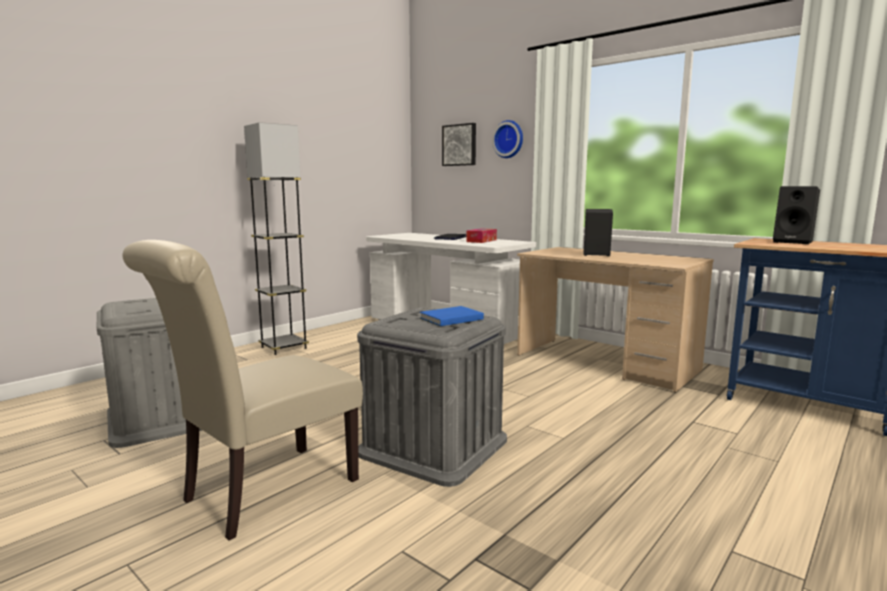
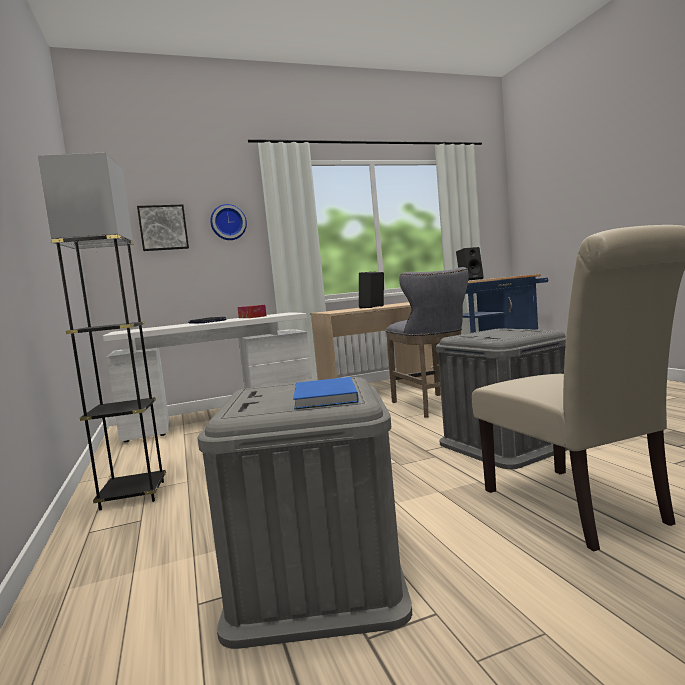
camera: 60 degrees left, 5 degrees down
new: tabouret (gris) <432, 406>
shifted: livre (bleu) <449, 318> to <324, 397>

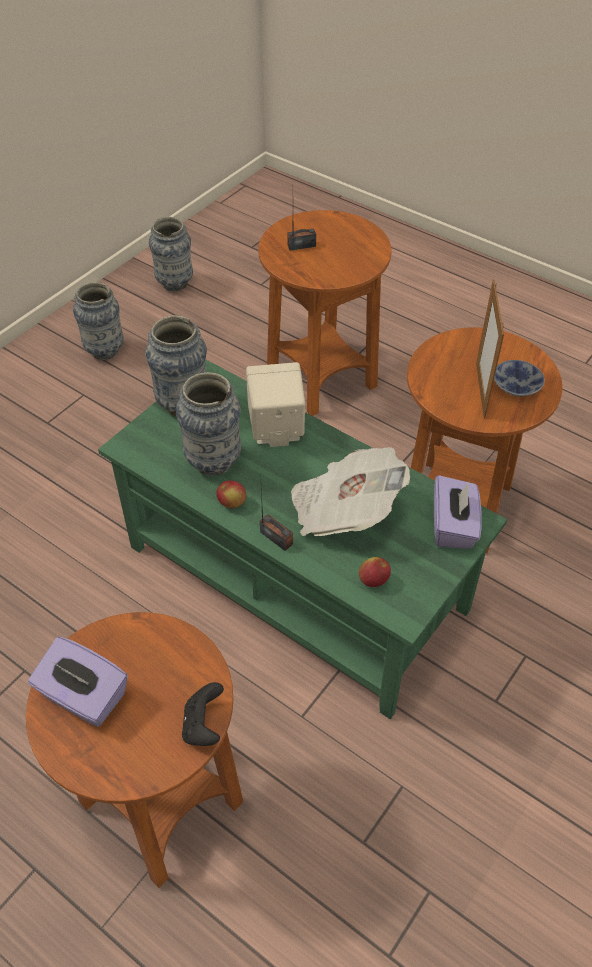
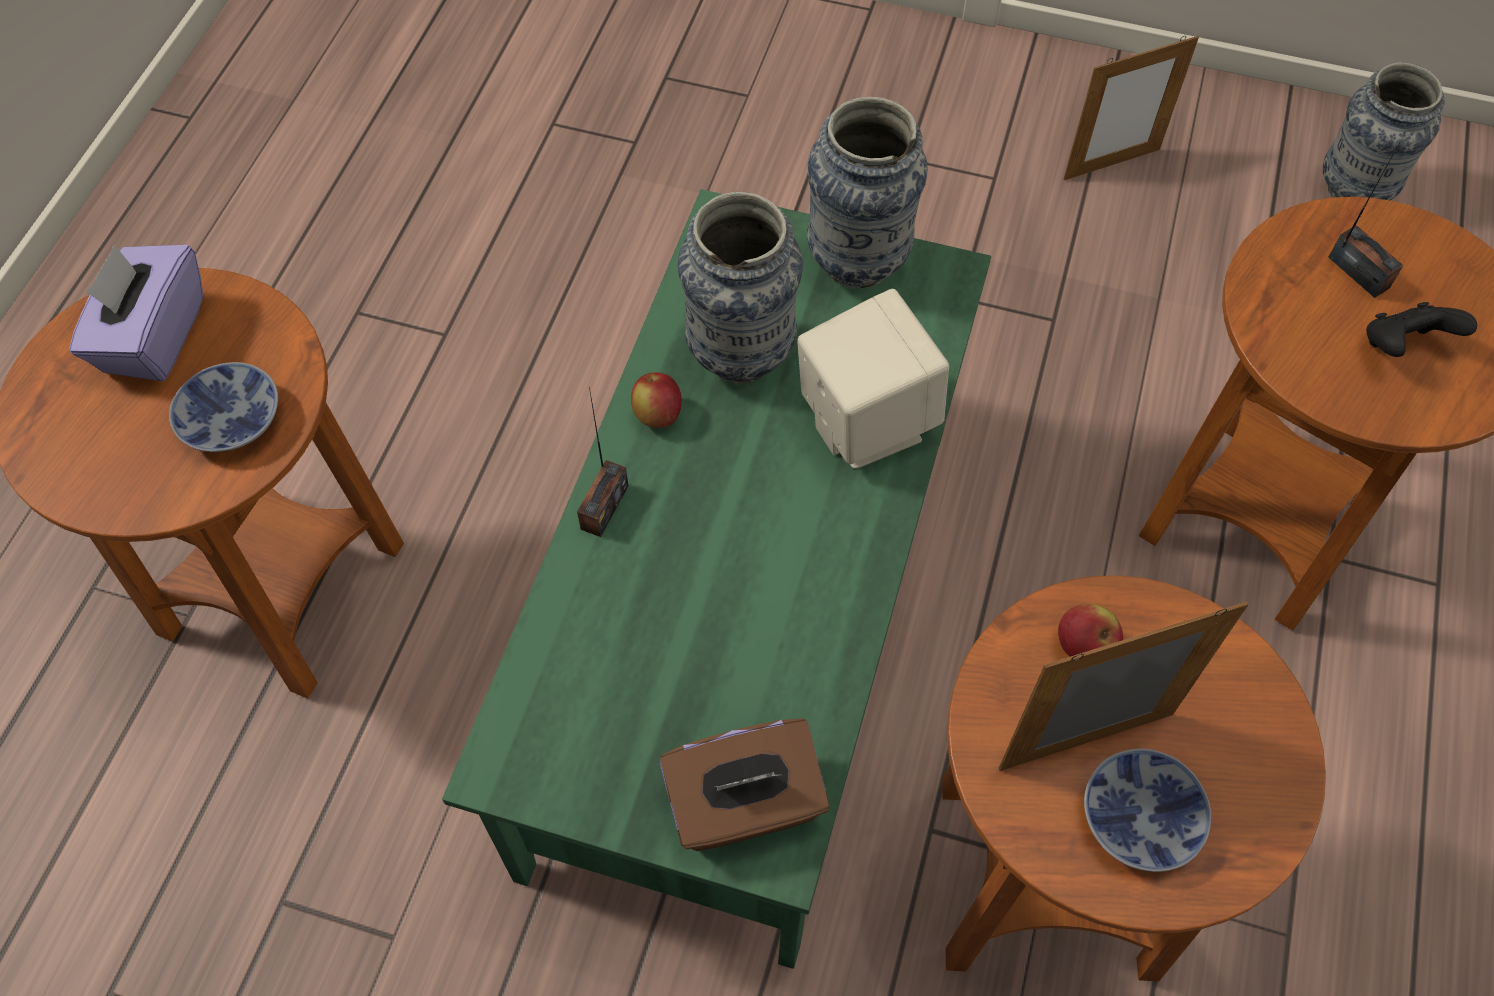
camera: 70 degrees right, 10 degrees up
gone: journal <344, 510>
new: bol <235, 418>
shifted: pomme <373, 580> to <1084, 648>; manette (noir) <203, 725> to <1402, 347>
swapped: vase <105, 351> to cadre photo <1111, 164>
repainted: boîte à mouchoirs (violet) <453, 526> to boîte à mouchoirs (marron) <745, 805>

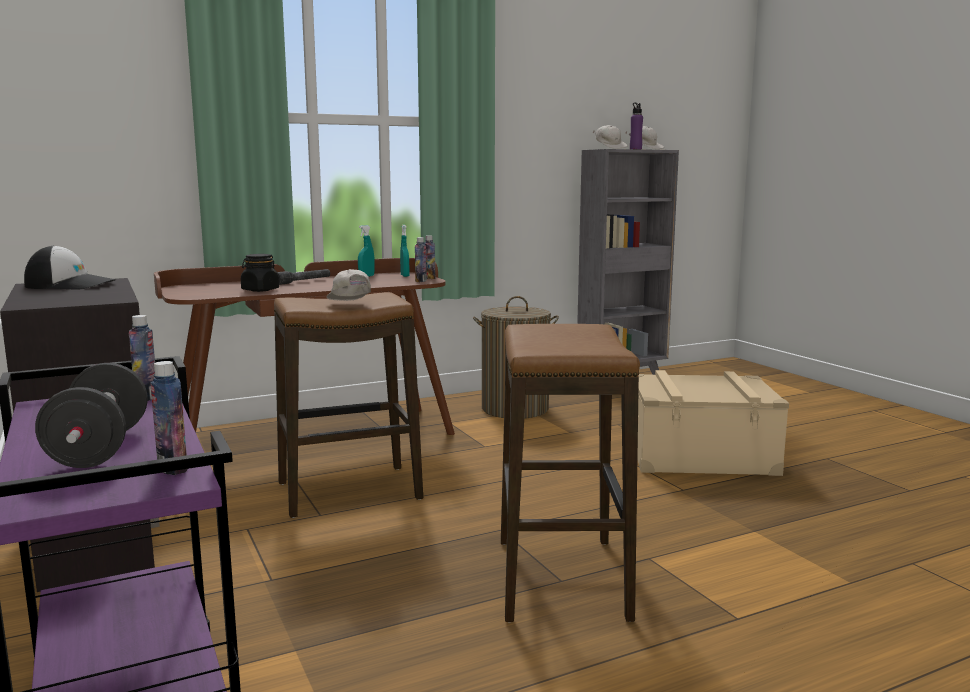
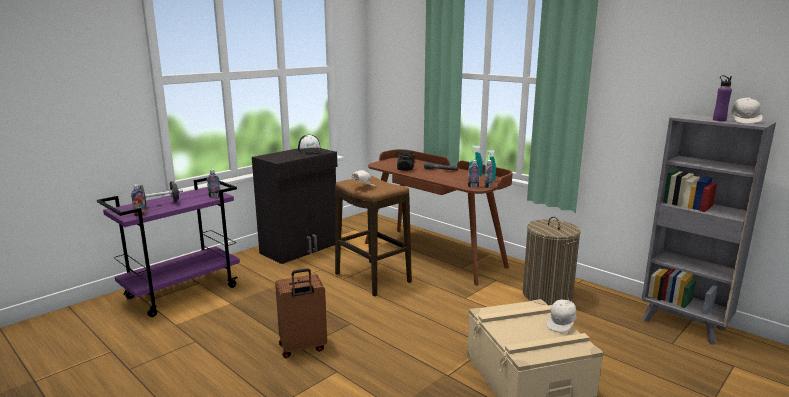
camera: 70 degrees right, 5 degrees up
shifted: casquette (blanc) <609, 149> to <561, 324>
swapped: tabouret <561, 579> to valise (marron) <302, 348>

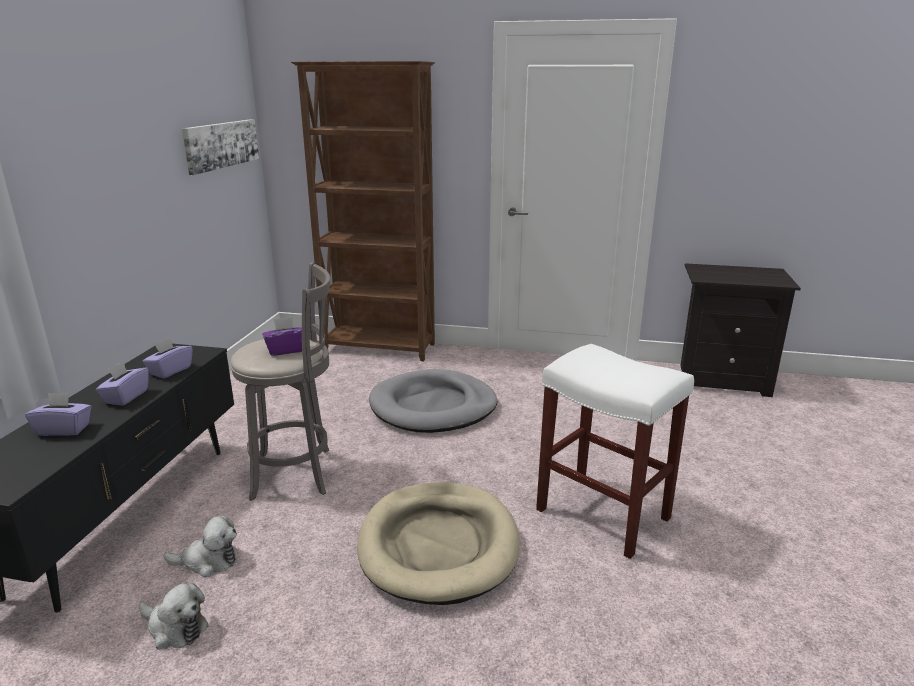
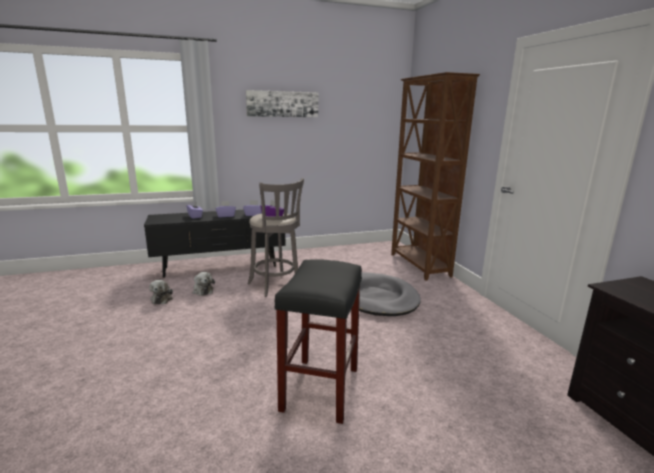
camera: 60 degrees right, 5 degrees down
gone: panier pour chien (beige) <438, 545>
shifted: tableau <221, 145> to <282, 104>
repainted: tabouret (blanc) <604, 514> to tabouret (noir) <320, 389>

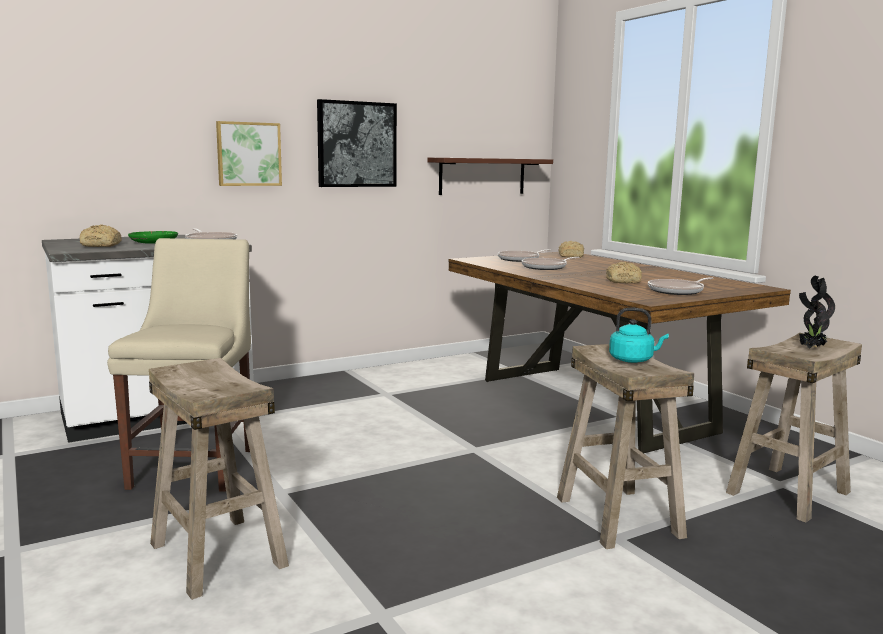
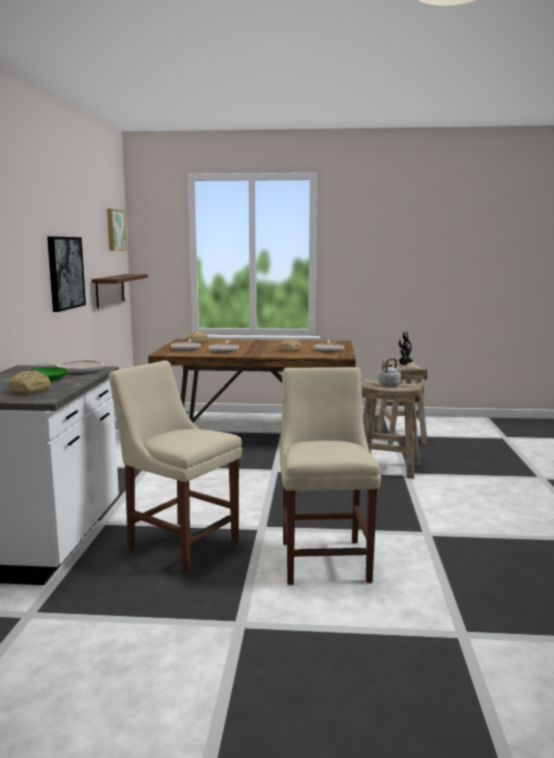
camera: 55 degrees left, 0 degrees up
shifted: tableau <248, 154> to <114, 230>
swapped: tabouret (beige) <219, 554> to chaise (beige) <324, 558>
repainted: bouilloire (turquoise) <633, 360> to bouilloire (gris) <390, 385>

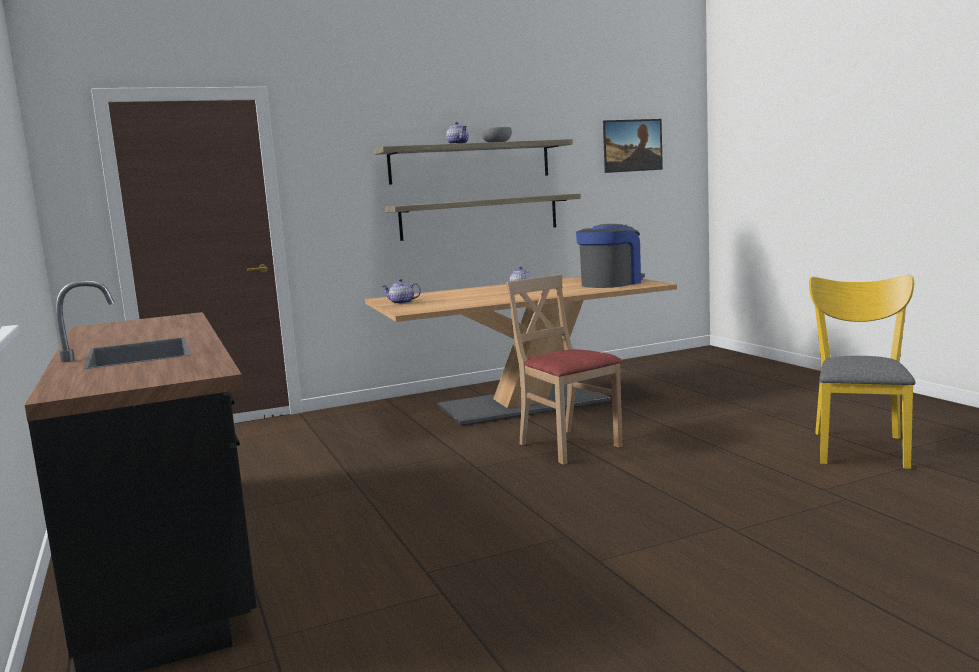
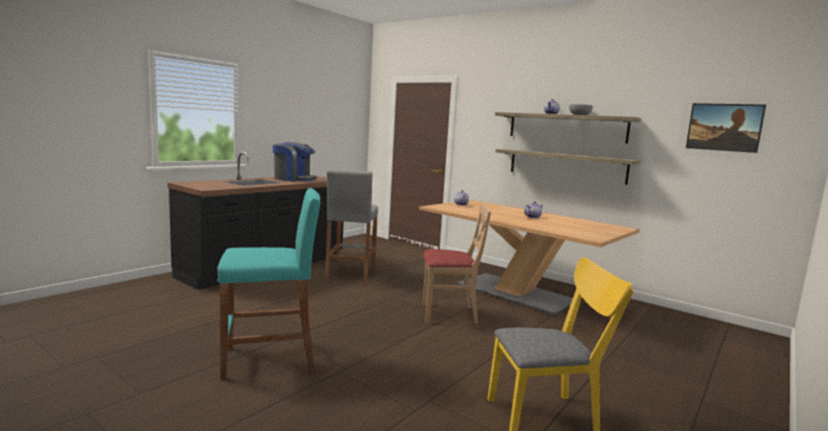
camera: 60 degrees right, 0 degrees up
new: tabouret (turquoise) <270, 359>; tabouret (gris) <350, 275>
shifted: machine à café <611, 283> to <293, 179>
rotated: chaise (beige) <568, 445> = <449, 314> 60 degrees clockwise

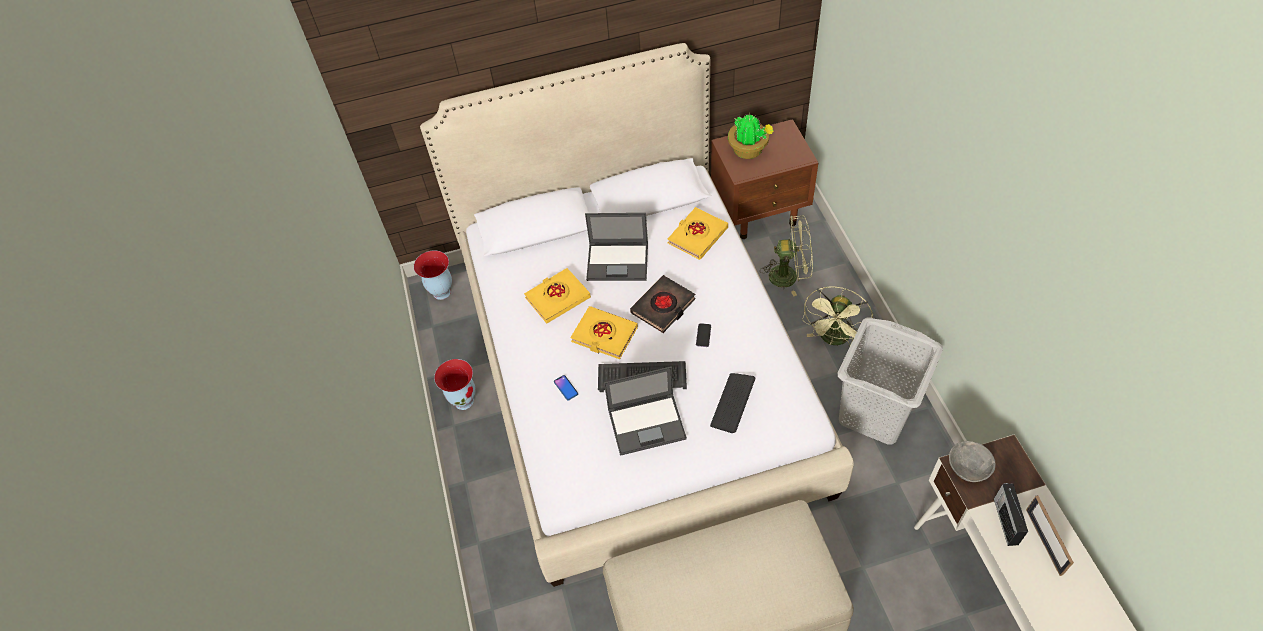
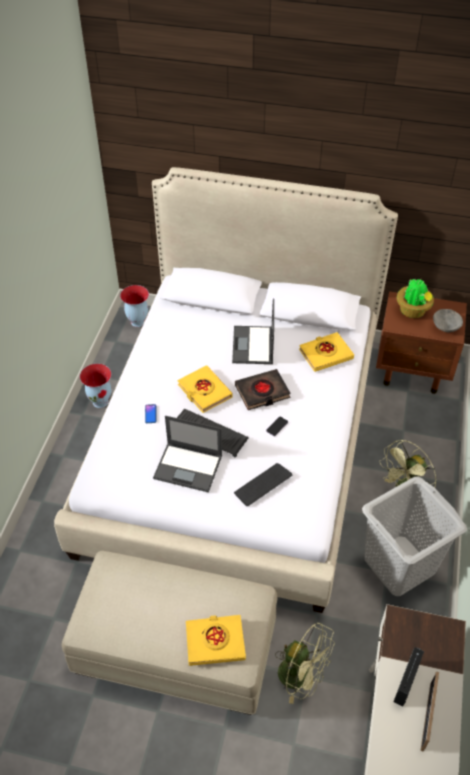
camera: 25 degrees right, 5 degrees down
shifted: livre (jaune) <557, 298> to <215, 641>; ventilateur (vert) <789, 275> to <301, 676>; bol (gris) <967, 467> to <445, 326>
rotated: ordinateur portable <618, 261> = <253, 346> 60 degrees clockwise

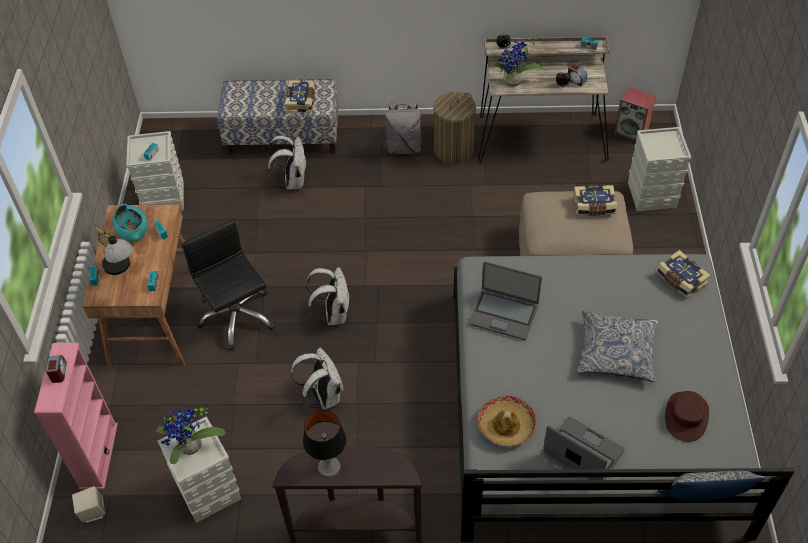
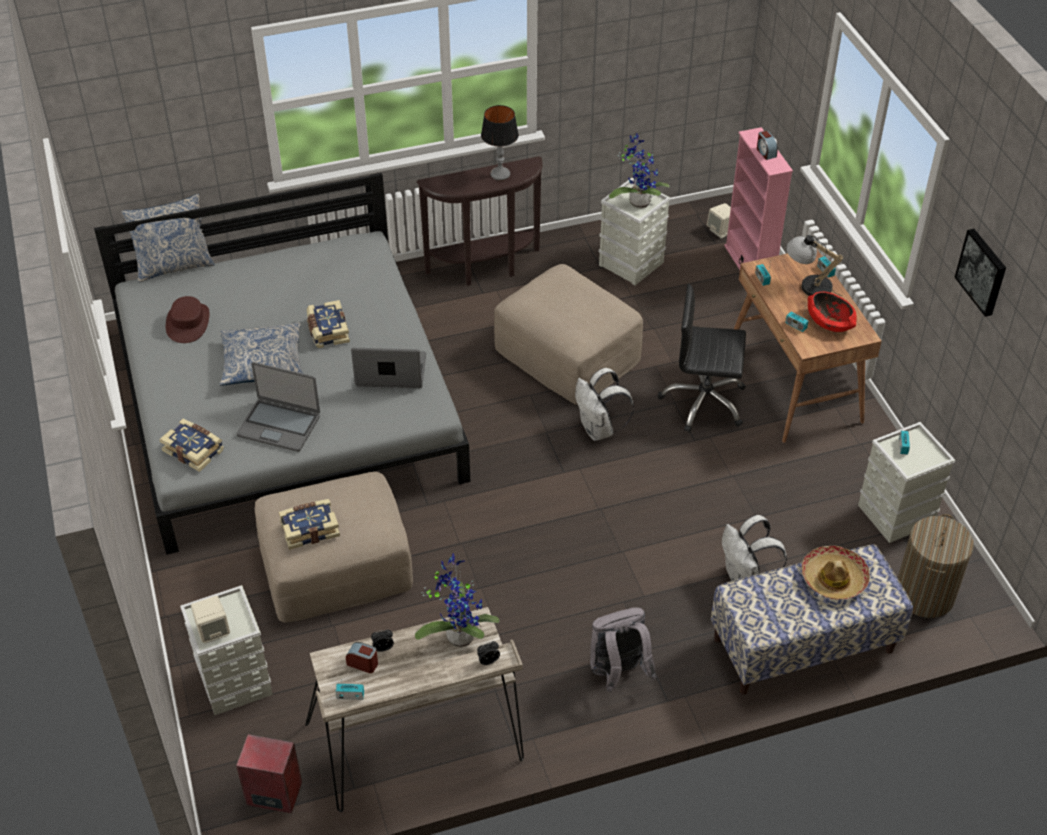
camera: 160 degrees right, 5 degrees down
new: enceinte (beige) <213, 631>; tableau <983, 271>
shifted: ordinateur portable <582, 452> to <279, 425>; livre <301, 102> to <327, 331>; chapeau <506, 425> to <833, 579>; panier à linge <453, 150> to <924, 594>
swapped: sac à dos (blanc) <323, 396> to pouf (beige) <568, 353>
repainted: bol (turquoise) <132, 230> to bol (rouge) <830, 321>
rotated: chaise de bureau (noir) <237, 317> = <703, 402> 150 degrees clockwise

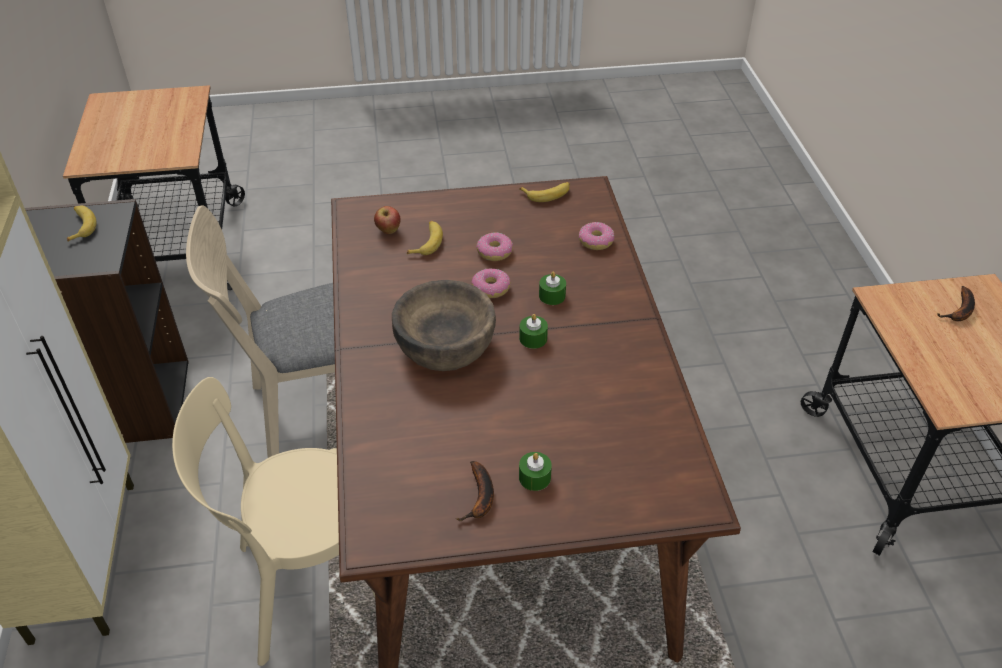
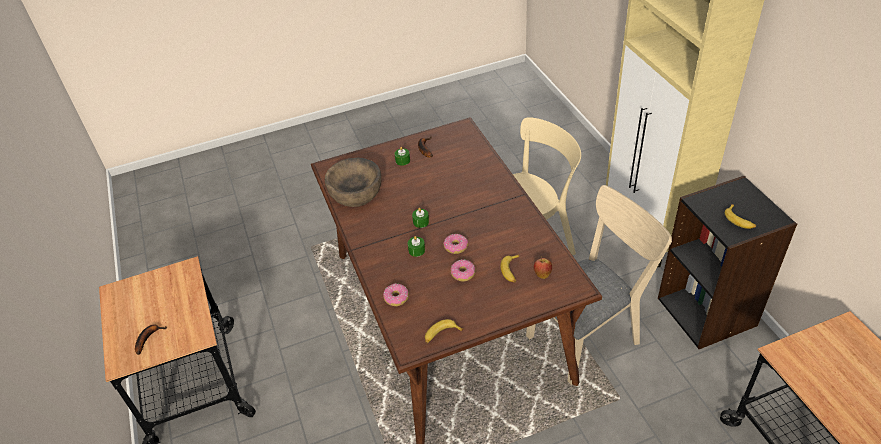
camera: 170 degrees right, 0 degrees up
shifted: bol (marron) <445, 345> to <355, 193>

